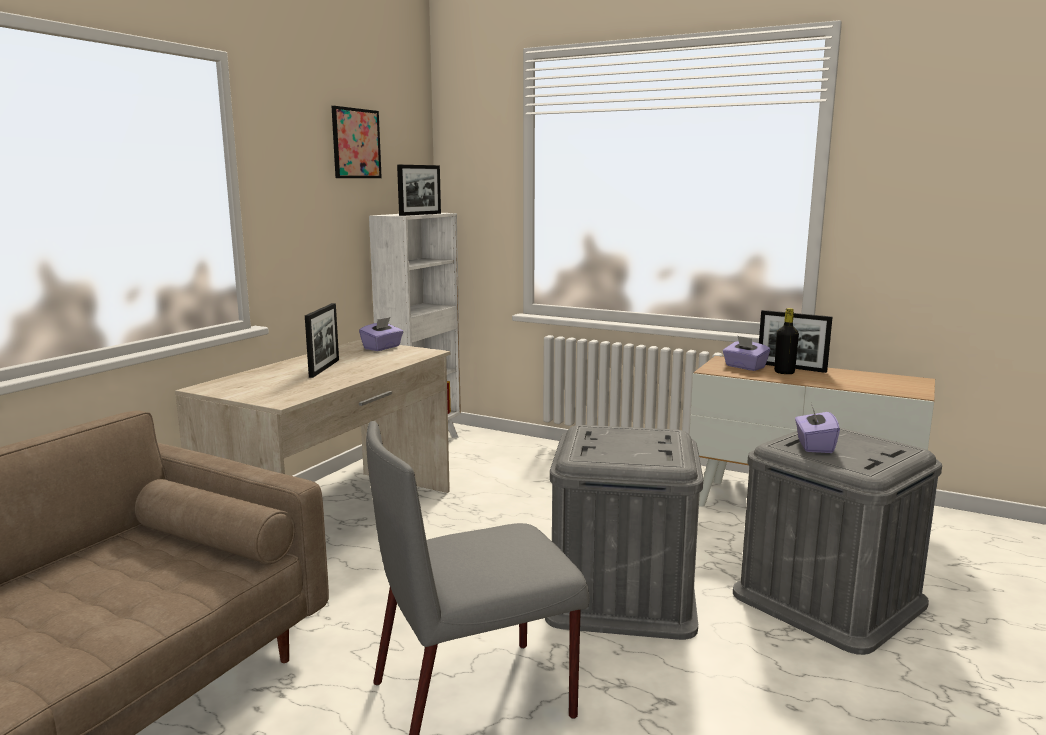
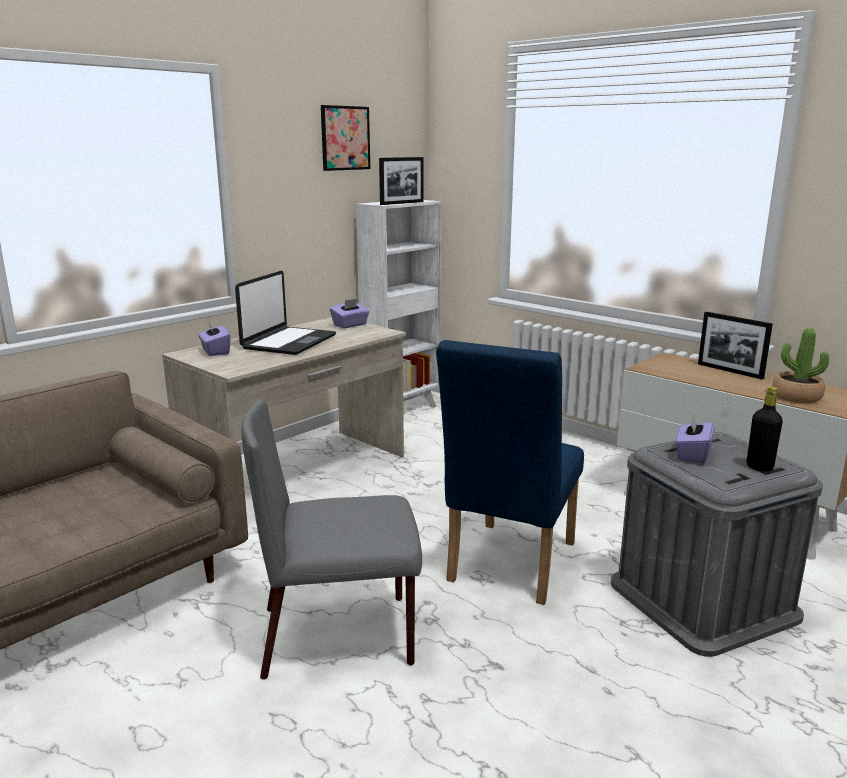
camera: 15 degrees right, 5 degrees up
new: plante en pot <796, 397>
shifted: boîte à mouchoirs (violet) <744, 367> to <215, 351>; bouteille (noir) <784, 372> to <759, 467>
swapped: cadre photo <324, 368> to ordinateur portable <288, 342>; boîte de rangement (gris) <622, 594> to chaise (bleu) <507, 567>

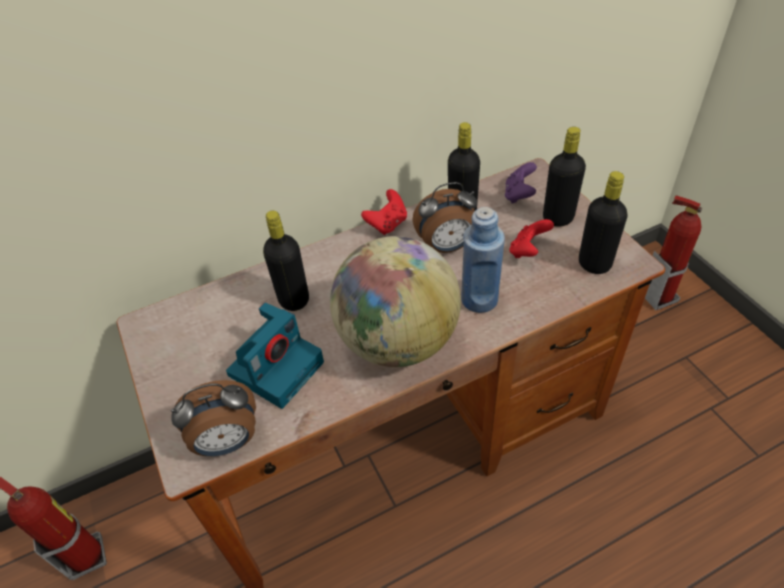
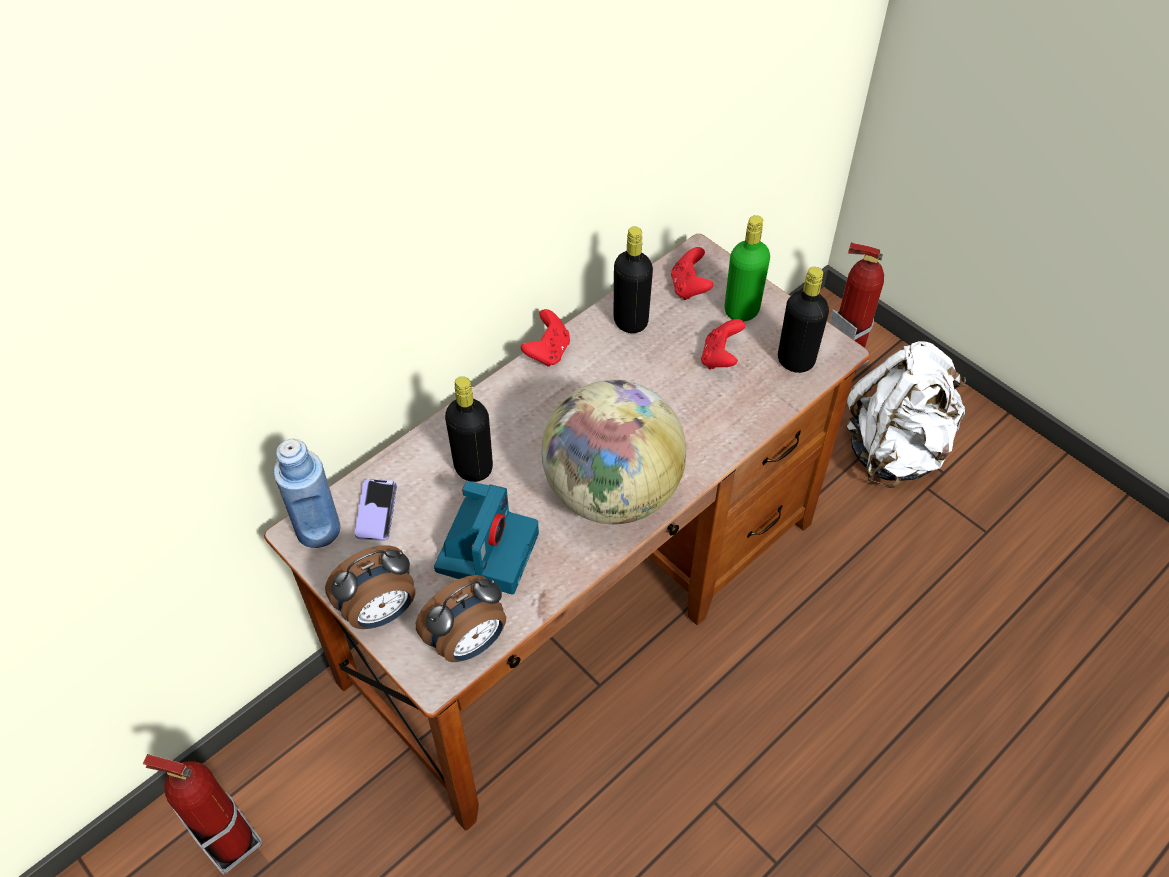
camera: 20 degrees left, 5 degrees up
new: téléphone <376, 511>; sac à dos (blanc) <895, 449>
shifted: bouteille (bleu) <479, 299> to <318, 529>; réveil <446, 247> to <380, 612>
repainted: manette (violet) <519, 195> to manette (rouge) <689, 287>; bouteille (noir) <558, 218> to bouteille (vert) <741, 310>

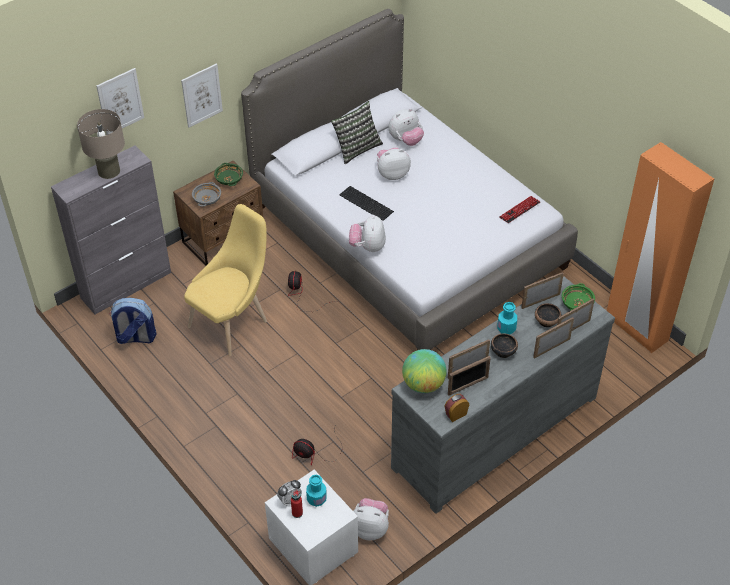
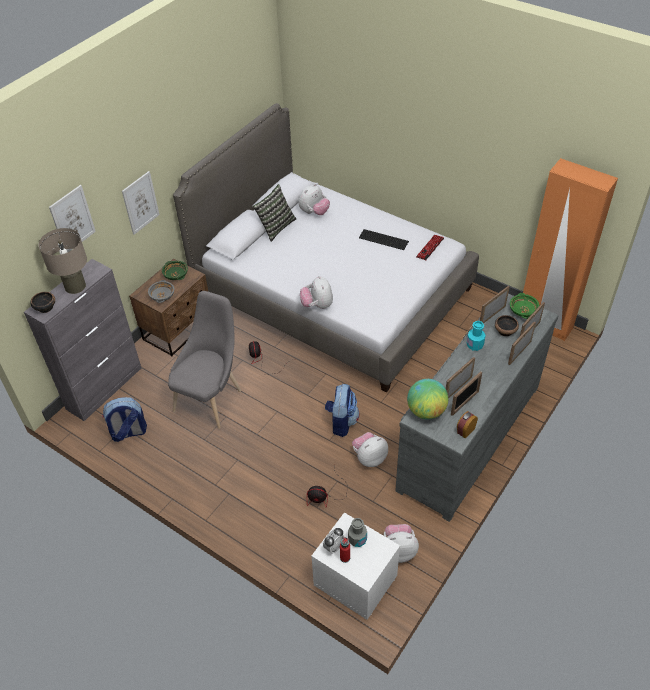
camera: 15 degrees left, 0 degrees up
new: sac à dos <341, 422>
shifted: bol <503, 351> to <45, 307>; peluche <392, 174> to <369, 458>; clavier <366, 202> to <383, 239>
repainted: chaise (jaune) <232, 322> to chaise (gris) <211, 398>; bouteille (turquoise) <316, 499> to bouteille (gris) <357, 539>

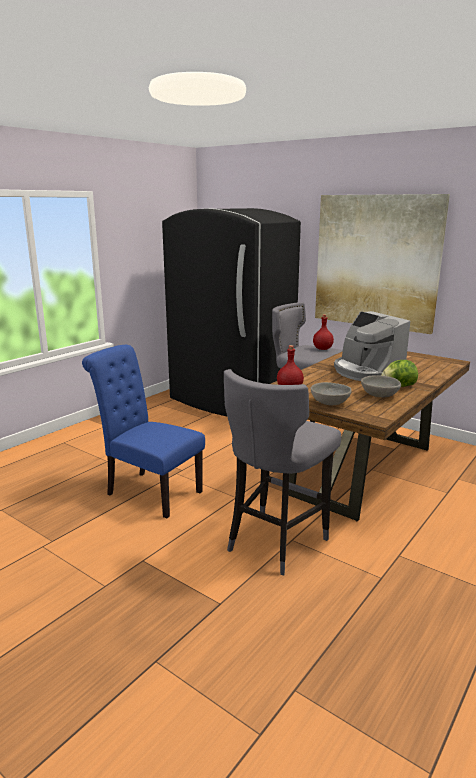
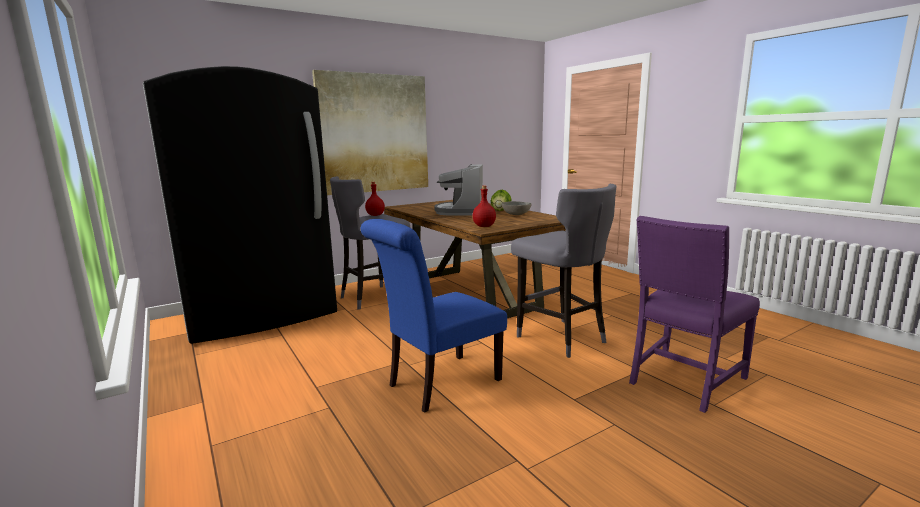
camera: 70 degrees left, 5 degrees down
gone: bol (gris) <330, 403>
new: chaise (violet) <683, 380>
rotated: machine à café <366, 372> = <461, 211> 105 degrees clockwise

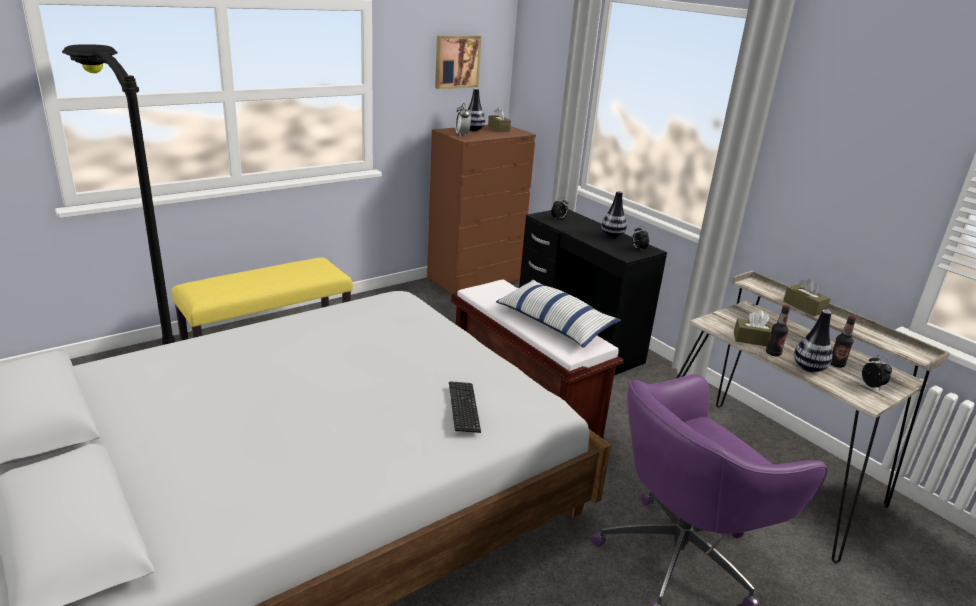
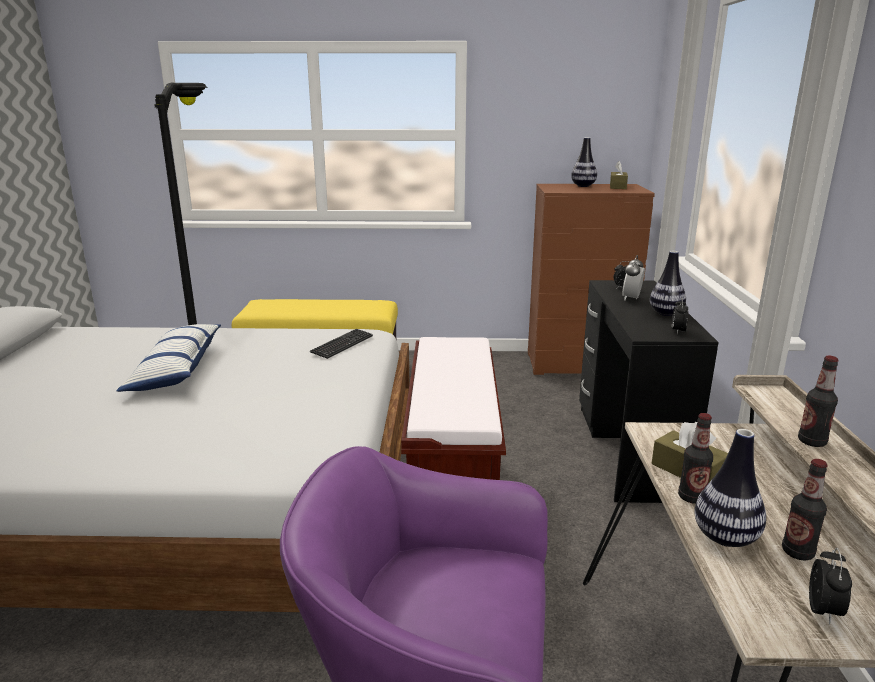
camera: 40 degrees right, 5 degrees down
gone: tableau <456, 61>
shifted: coussin <554, 323> to <176, 370>; clavier <463, 408> to <342, 345>; réveil <462, 135> to <631, 298>
swapped: boîte à mouchoirs (marron) <804, 307> to bouteille <812, 442>

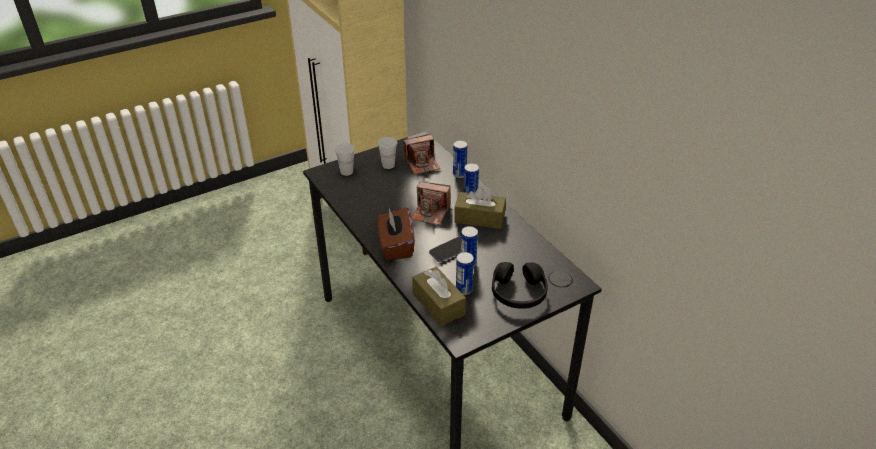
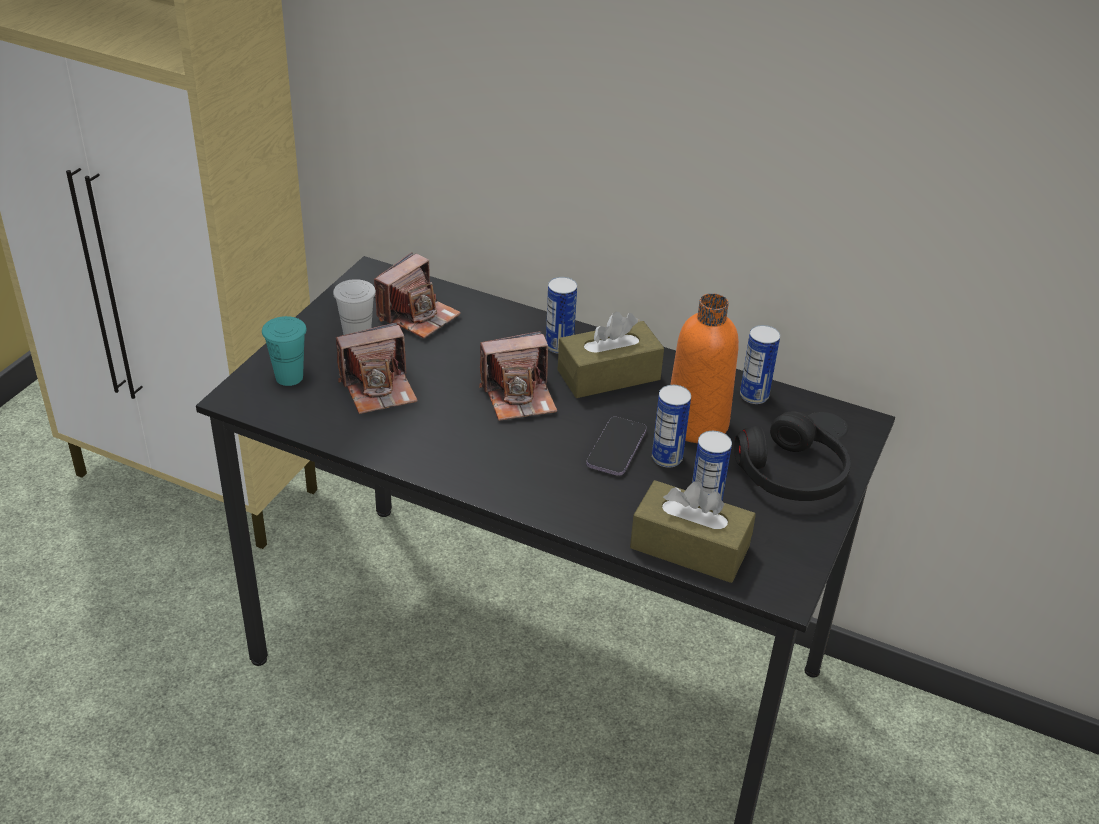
camera: 35 degrees left, 0 degrees up
gone: boîte à mouchoirs (marron) <396, 246>
new: appareil photo <379, 389>; bouteille (orange) <696, 424>
shifted: boîte métallique <459, 174> to <754, 396>
repainted: tasse (blanc) <346, 172> to tasse (turquoise) <289, 377>

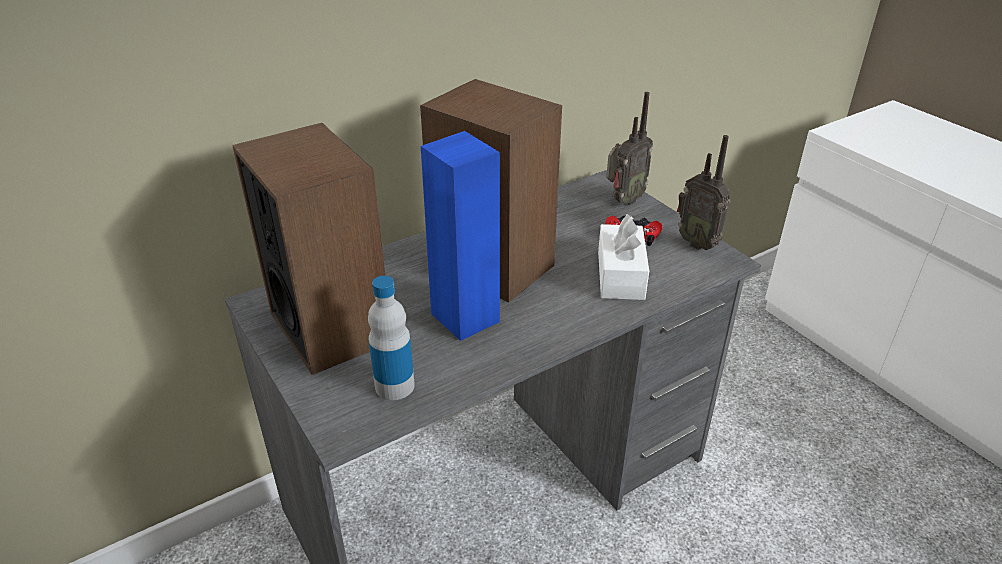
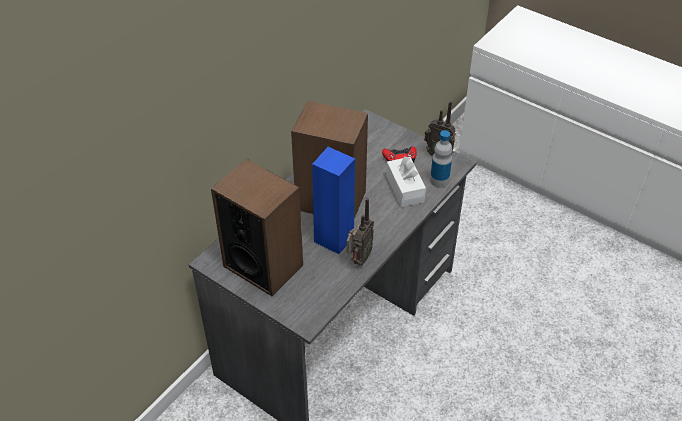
camera: 20 degrees left, 10 degrees up
shifted: radio <623, 201> to <358, 259>; bouteille <394, 386> to <439, 180>

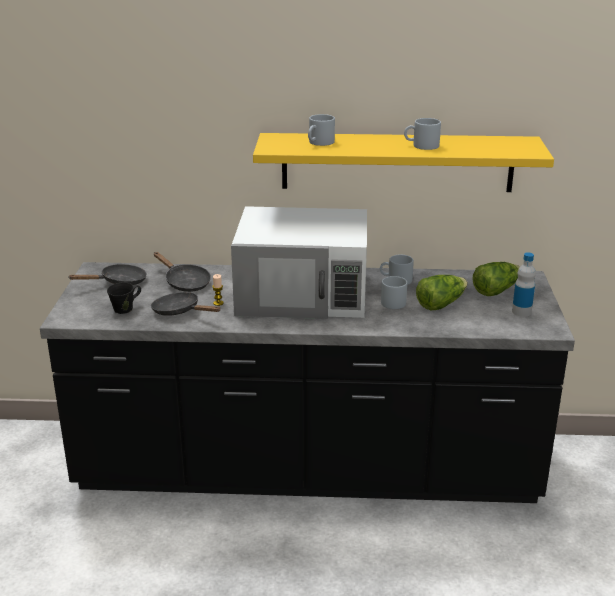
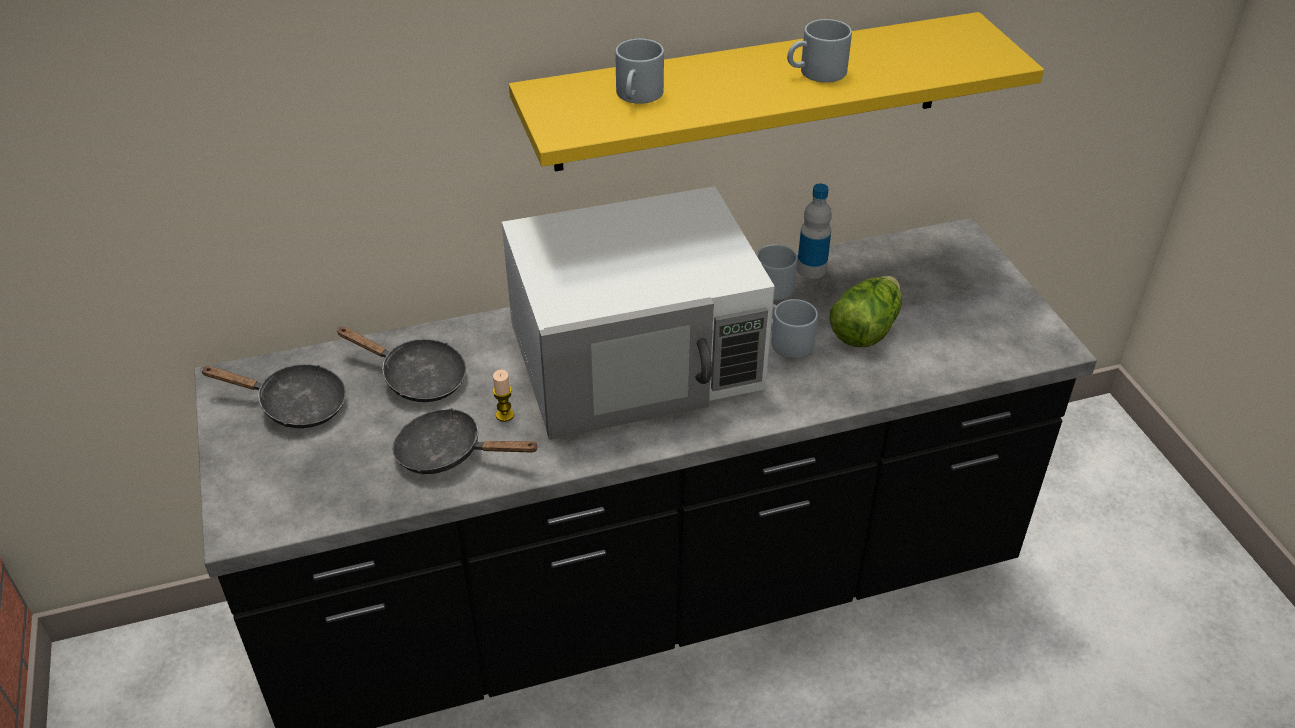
camera: 20 degrees left, 15 degrees up
gone: mug (noir) <124, 309>; laitue <496, 290>
shifted: bouteille <521, 312> to <811, 269>
rotated: poêle (noir) <119, 282> = <295, 405> 60 degrees clockwise

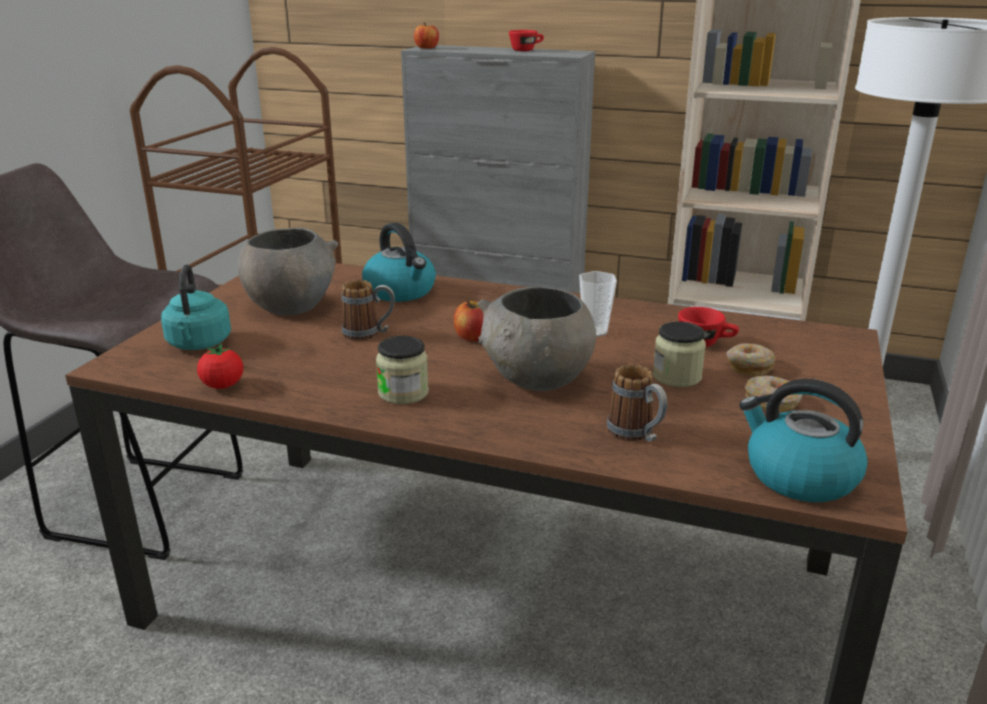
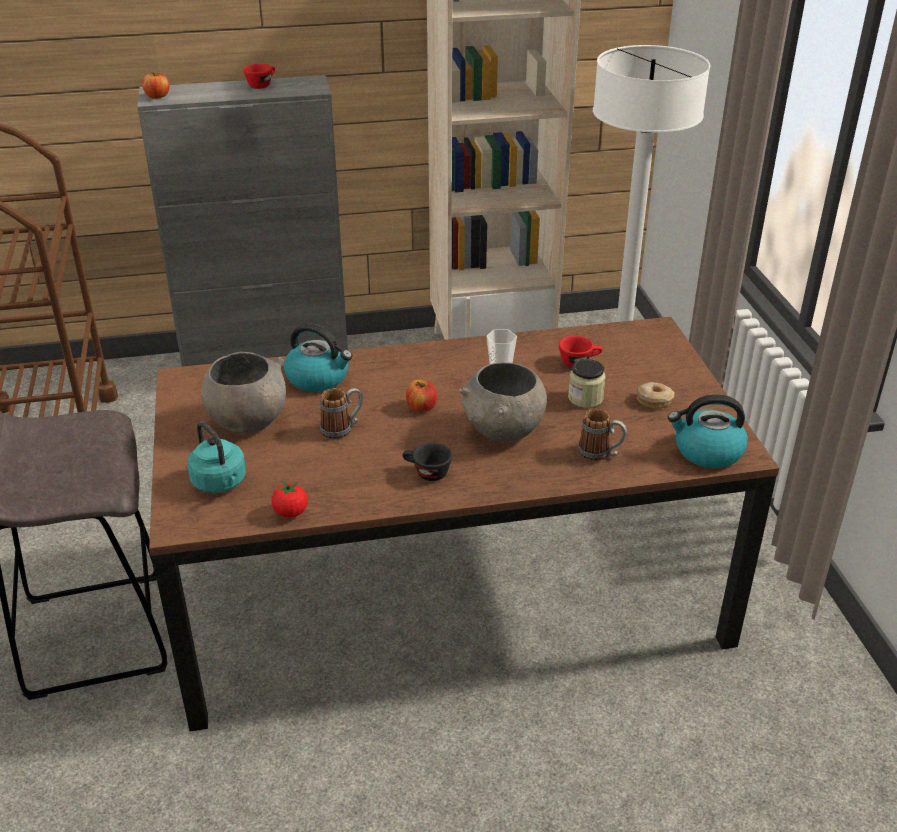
camera: 30 degrees left, 10 degrees up
gone: beignet <749, 366>
swapped: bocal <403, 393> to tasse (noir) <426, 473>

